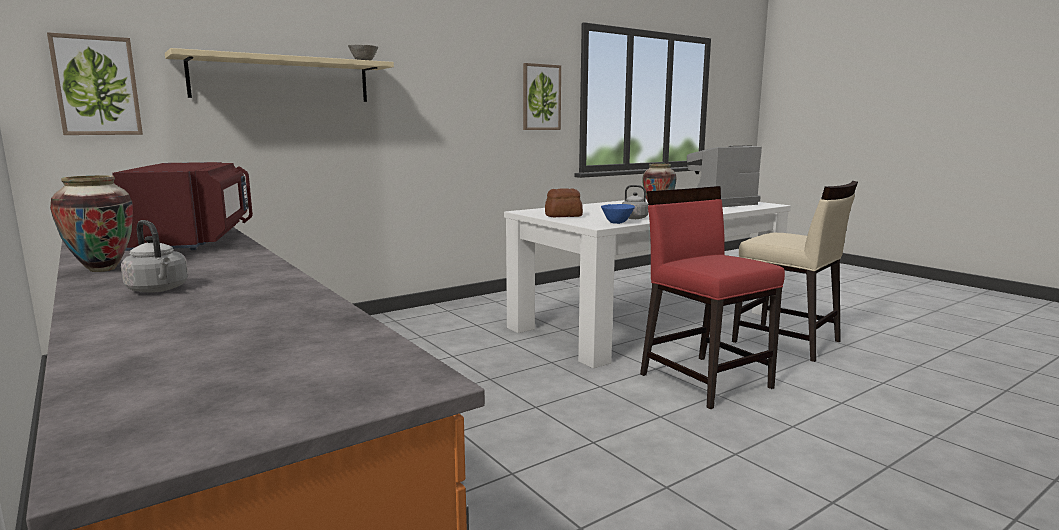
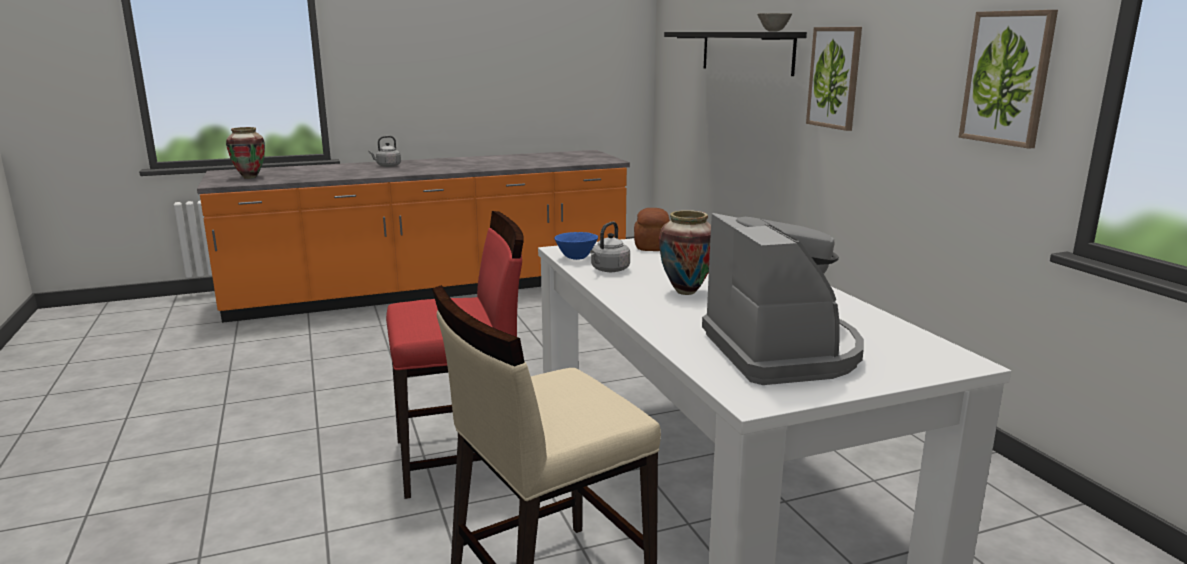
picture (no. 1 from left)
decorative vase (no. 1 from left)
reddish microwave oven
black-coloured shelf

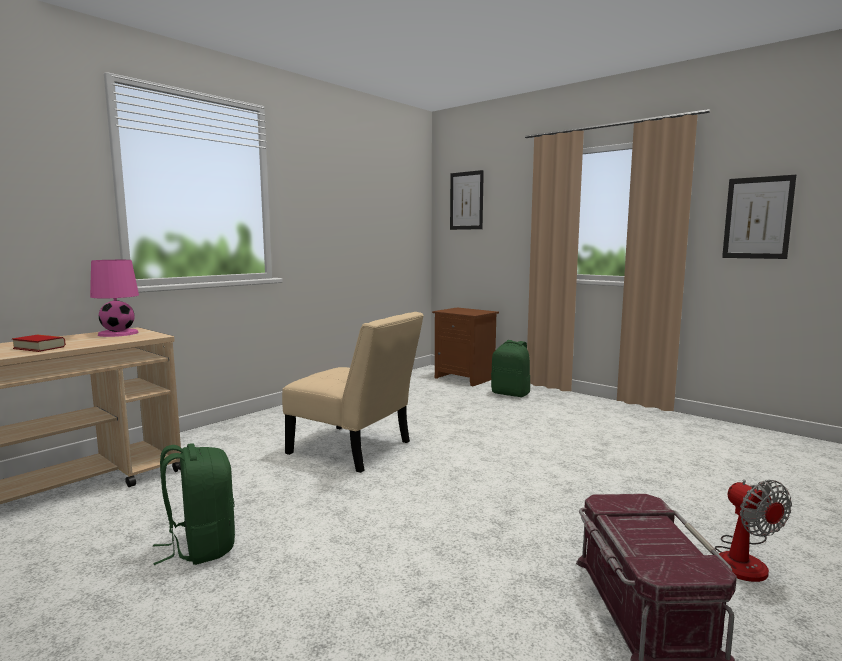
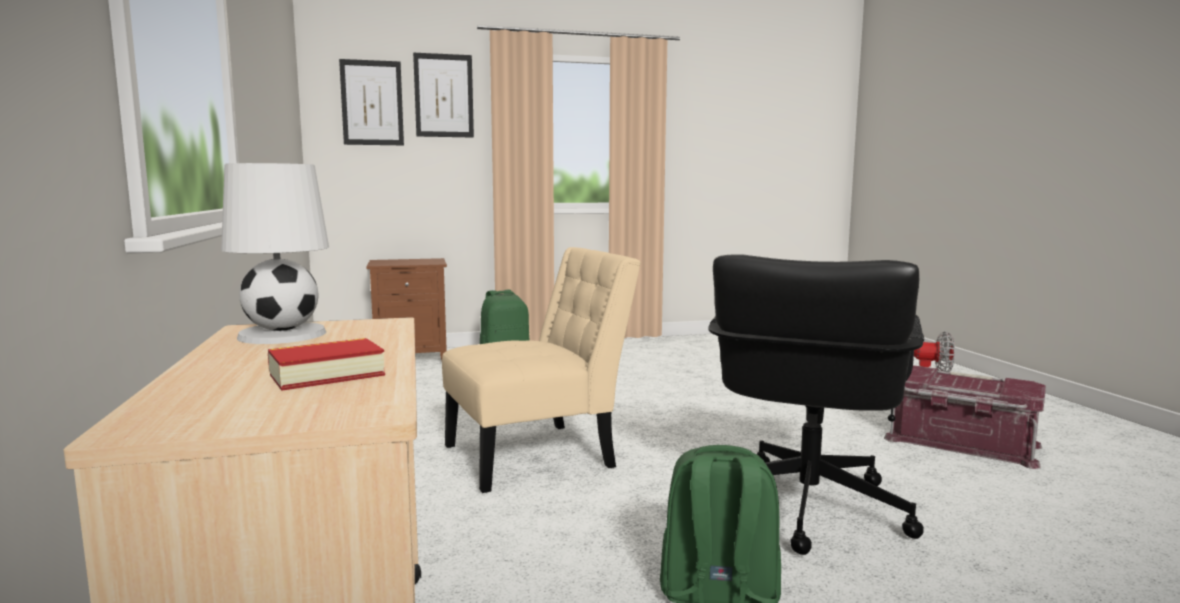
whitish tabletop lamp
picture (no. 2 from left)
black-coloured computer chair

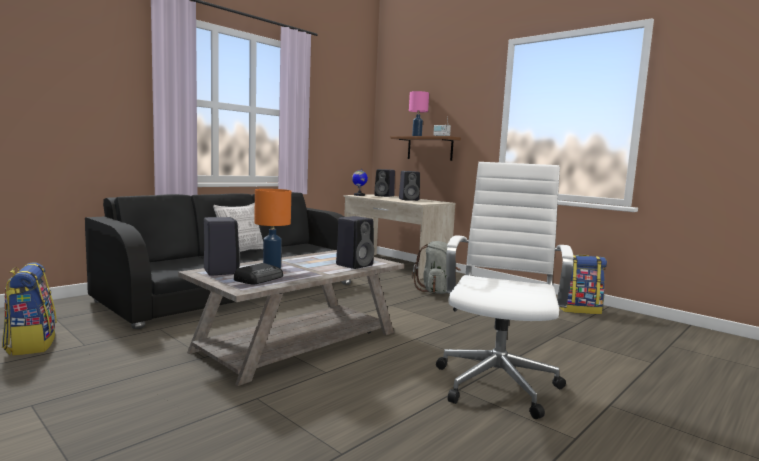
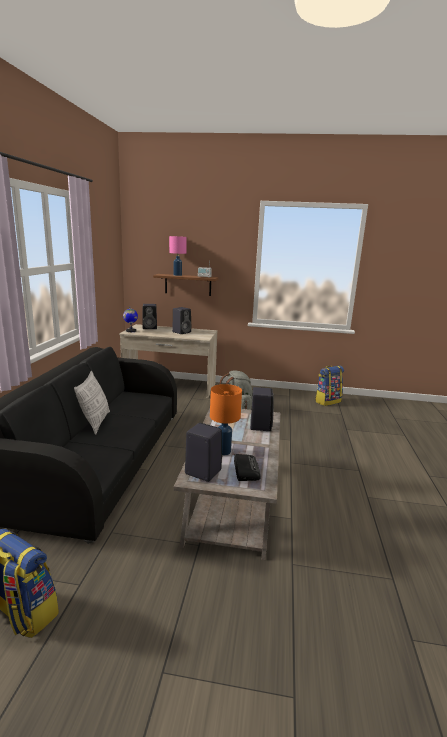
whitish computer chair

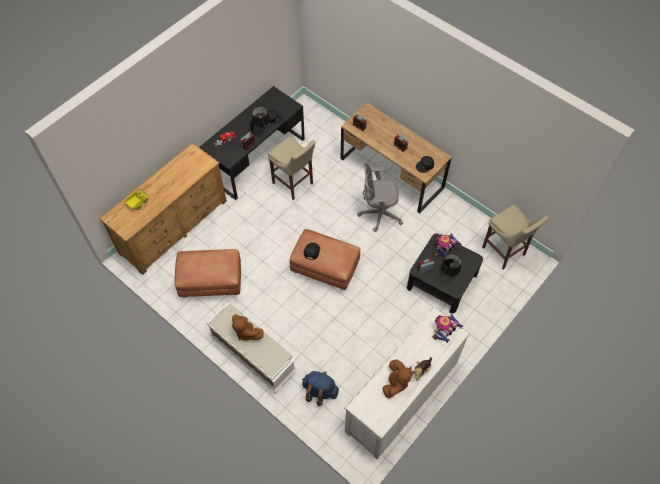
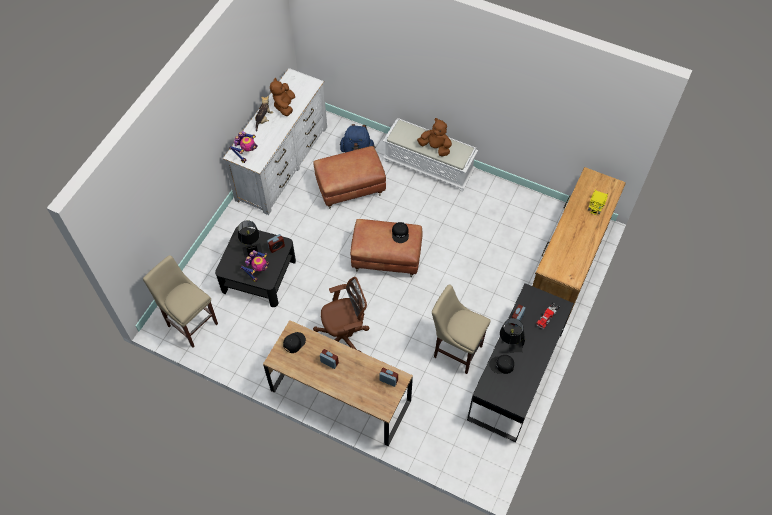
brownish footrest (no. 1 from left)
brownish computer chair

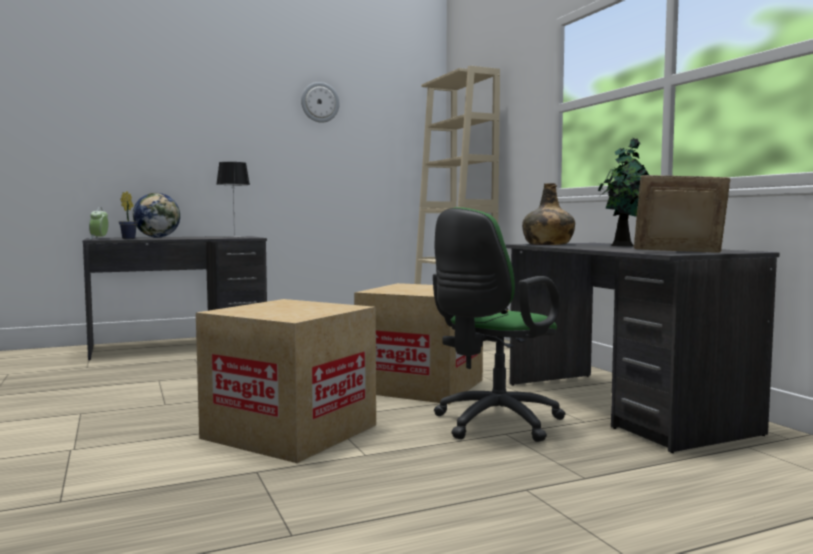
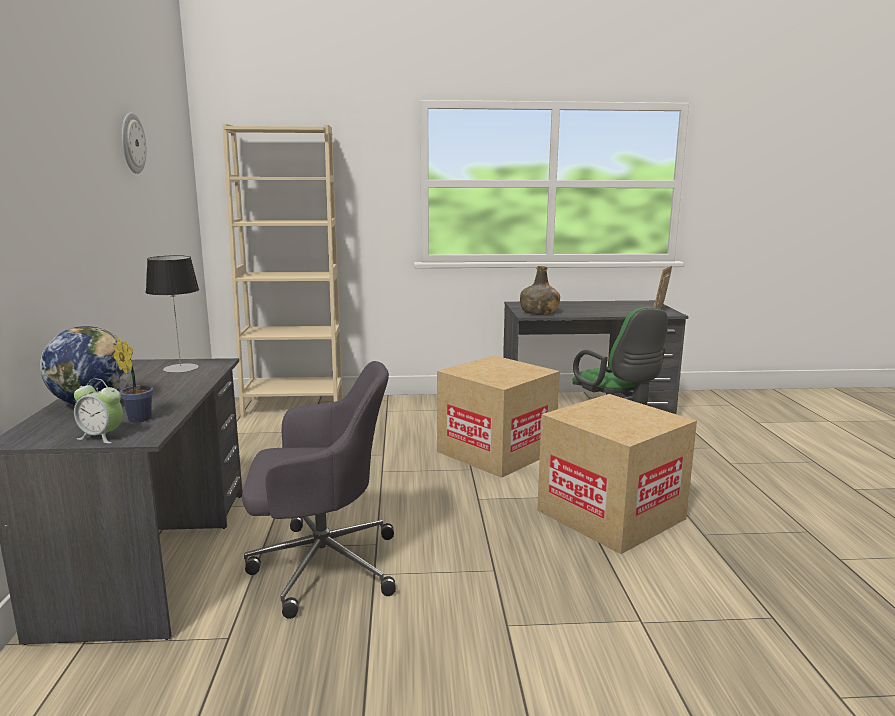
houseplant (no. 2 from left in the first image)
gray computer chair

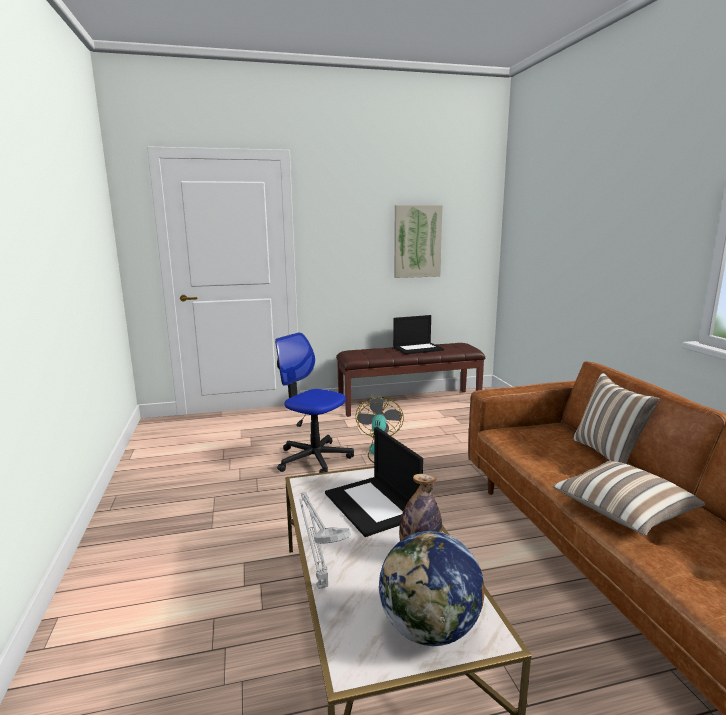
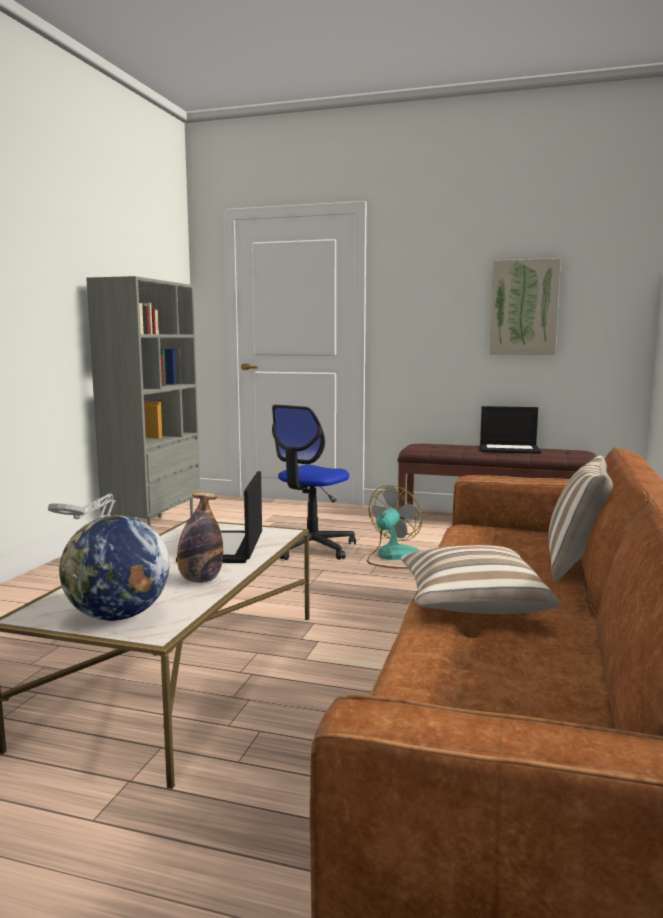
computer chair
gray bookshelf

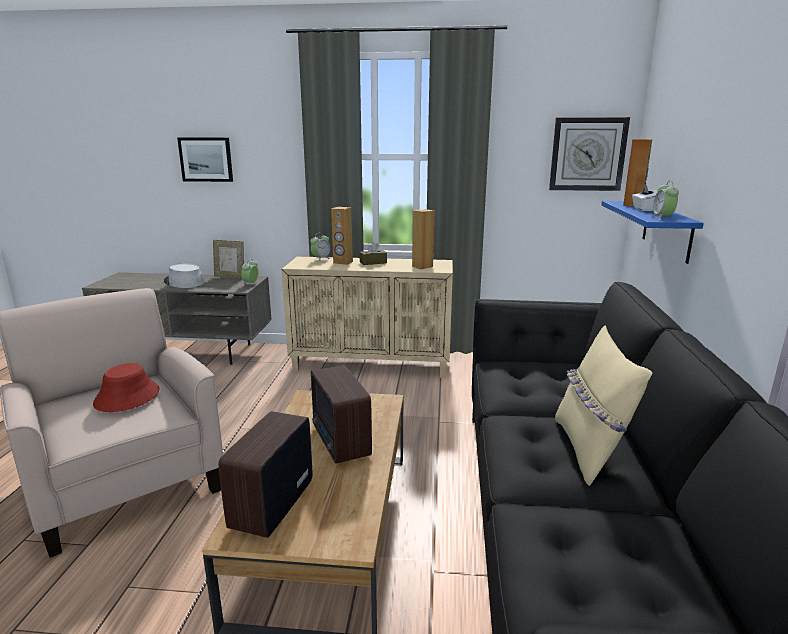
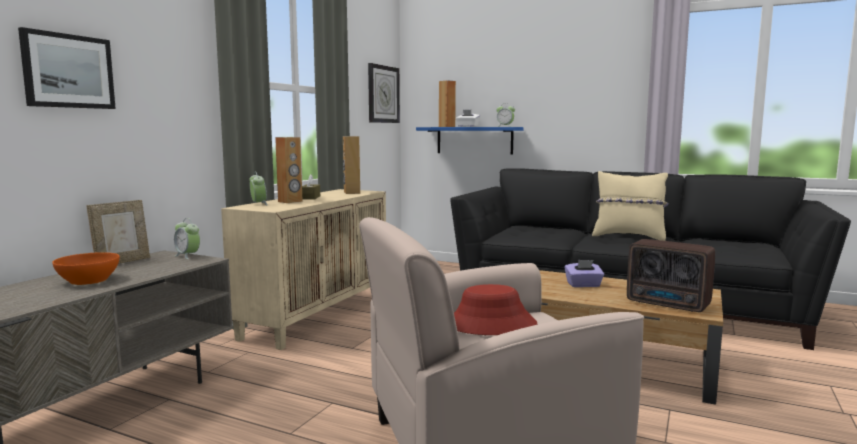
orangey bowl
purplish box of tissues

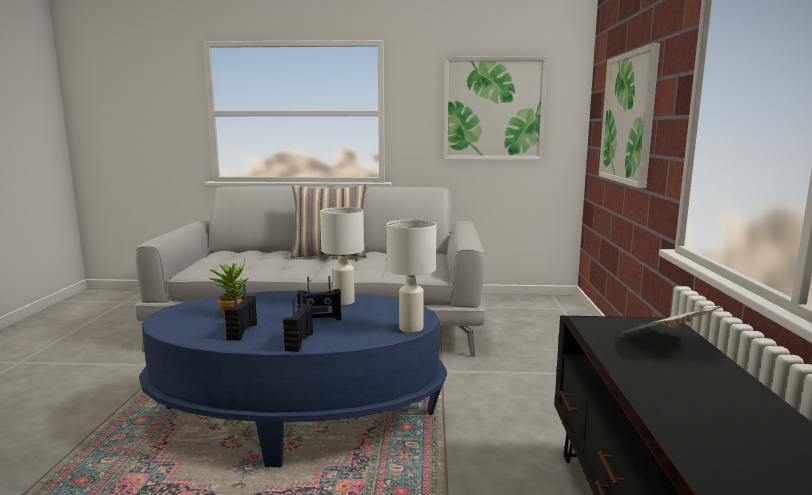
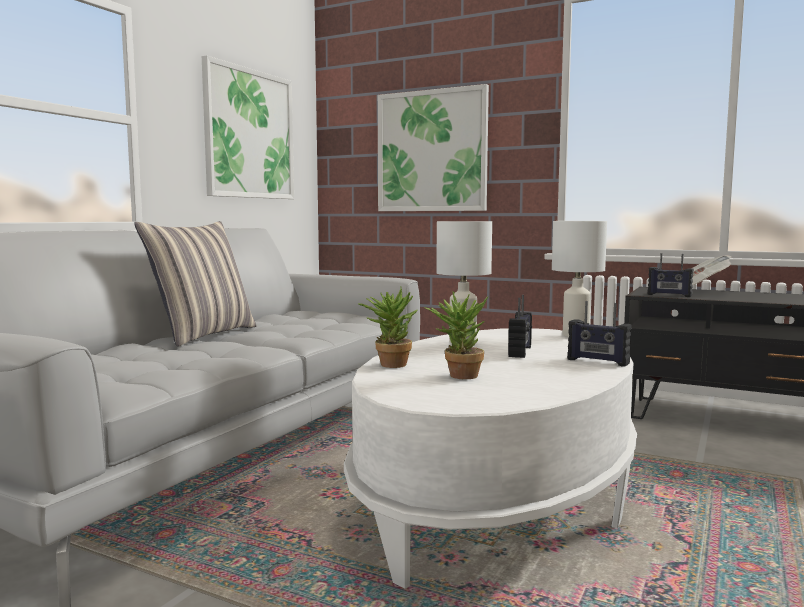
whitish lounge table
radio (no. 3 from left)
houseplant (no. 1 from left)

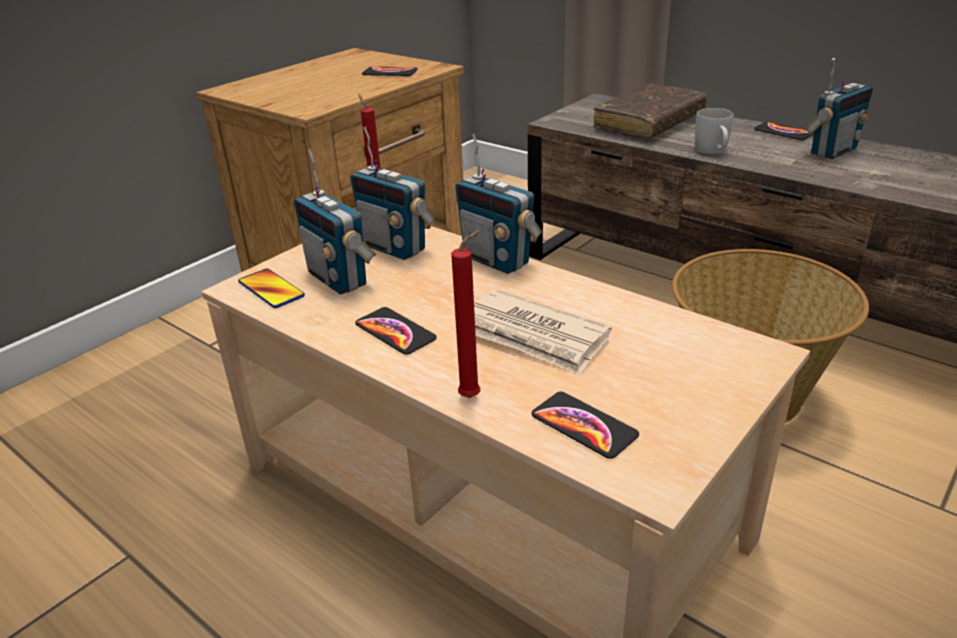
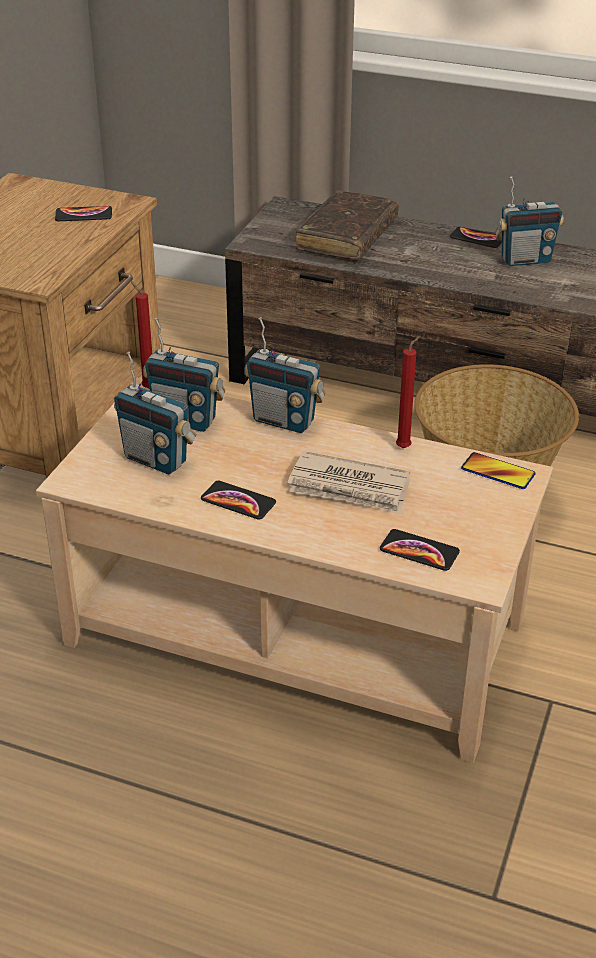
telephone (no. 5 from left)
reddish wax light (no. 2 from left)
whitish tea mug
radio (no. 4 from left)

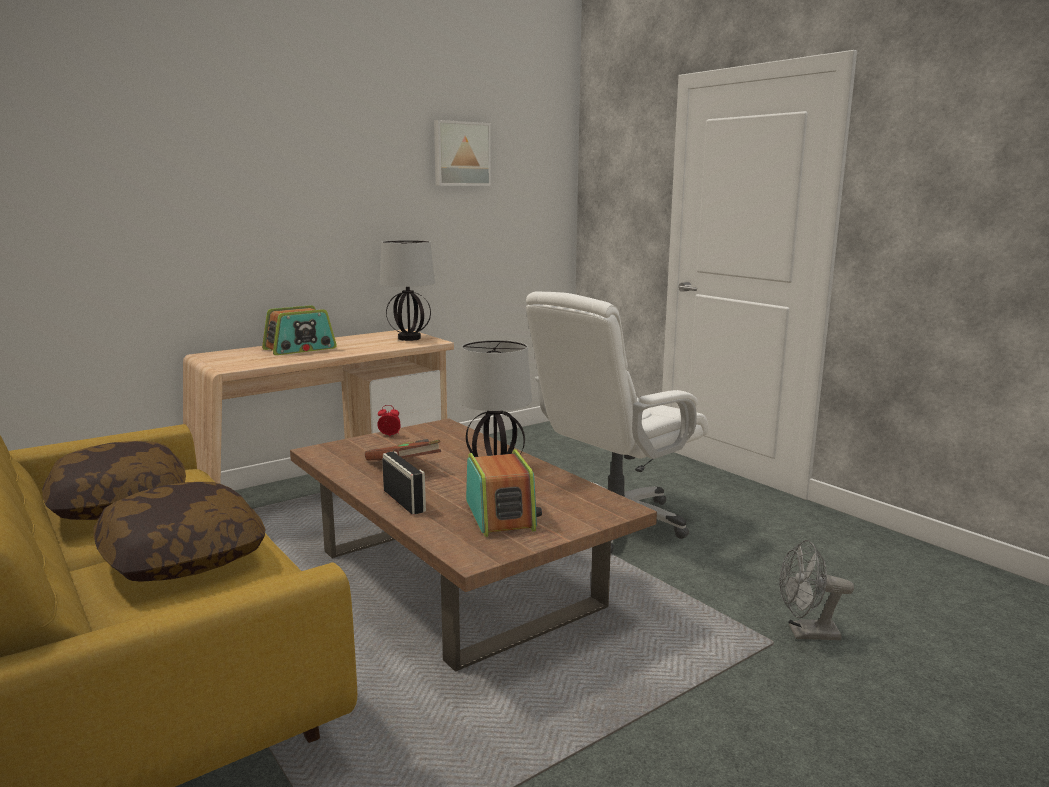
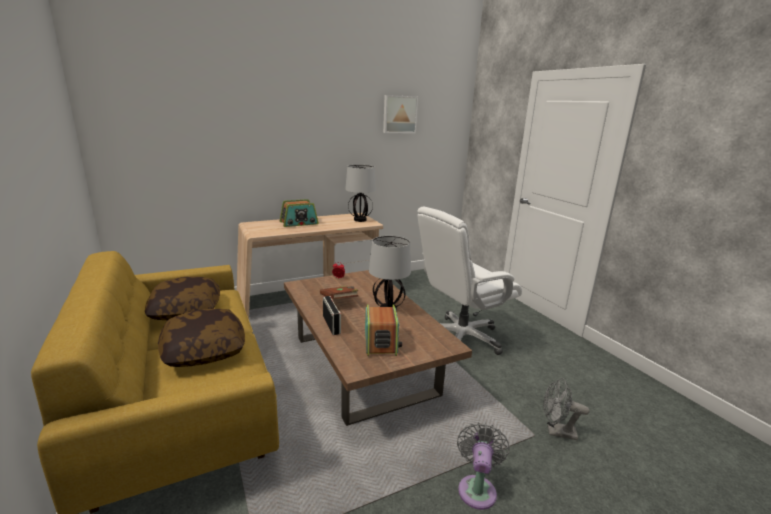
gray fan (no. 1 from left)

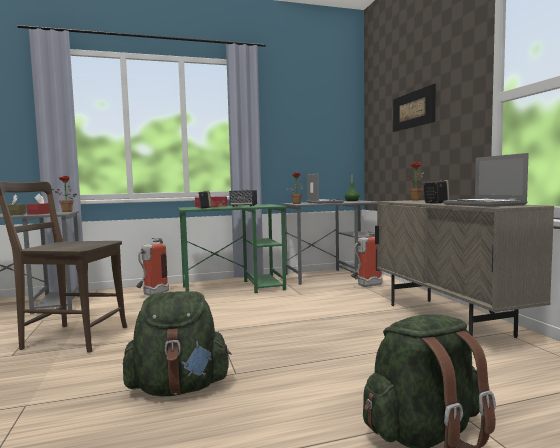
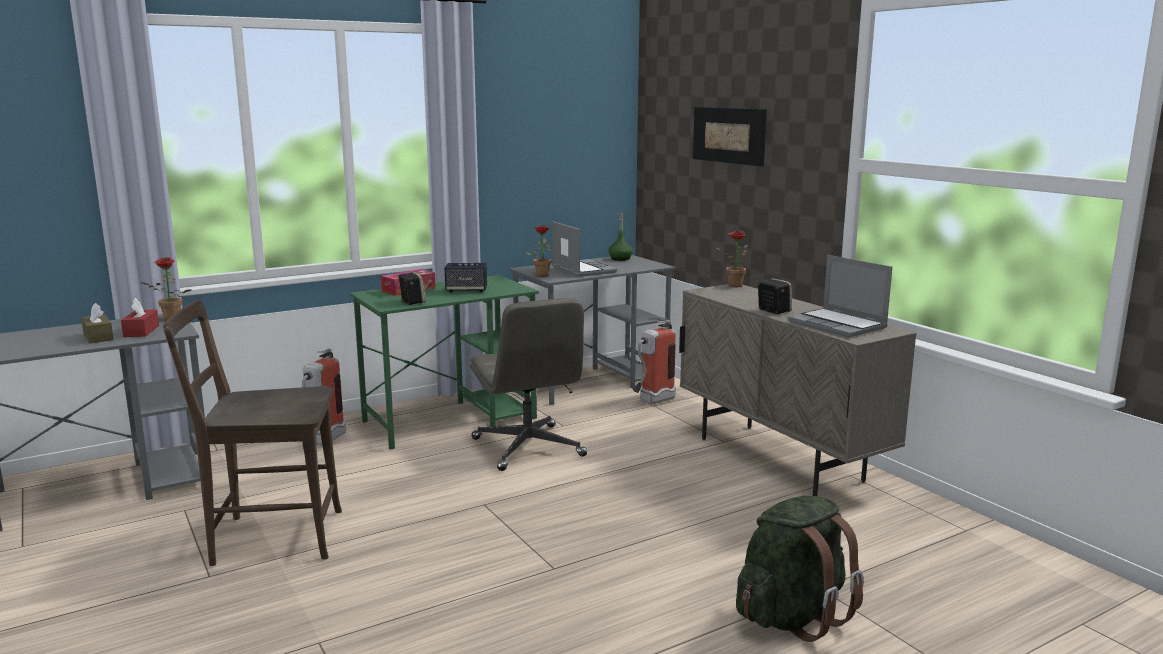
green rucksack (no. 1 from left in the first image)
gray computer chair

